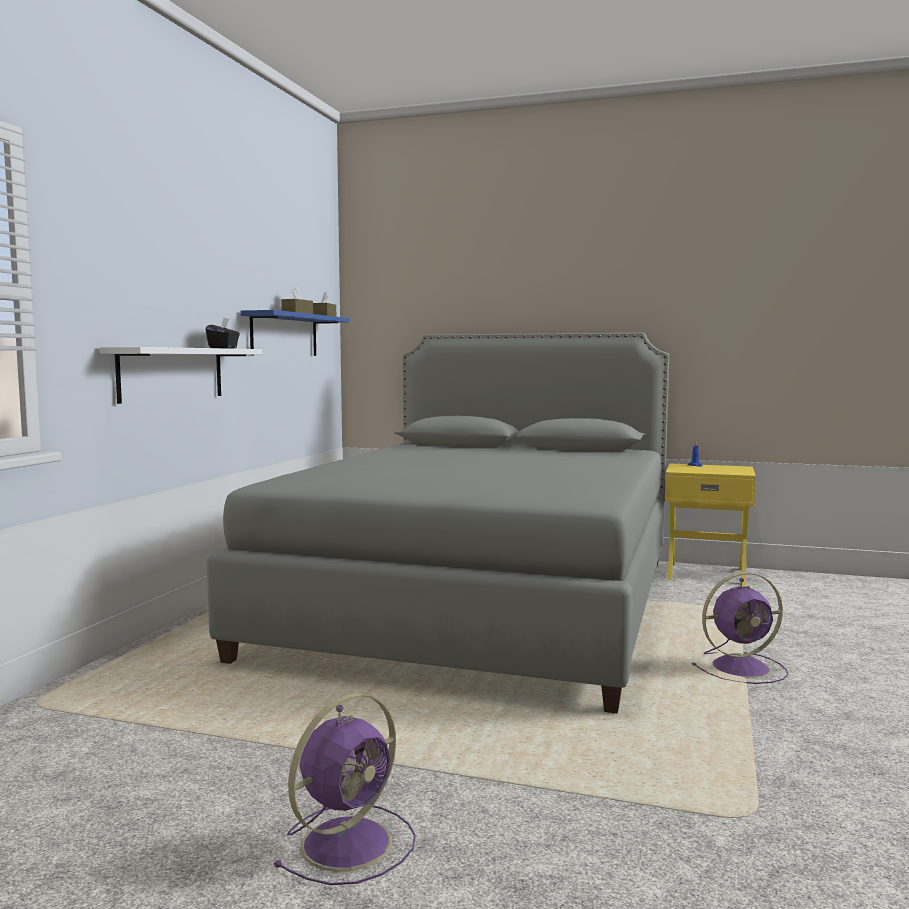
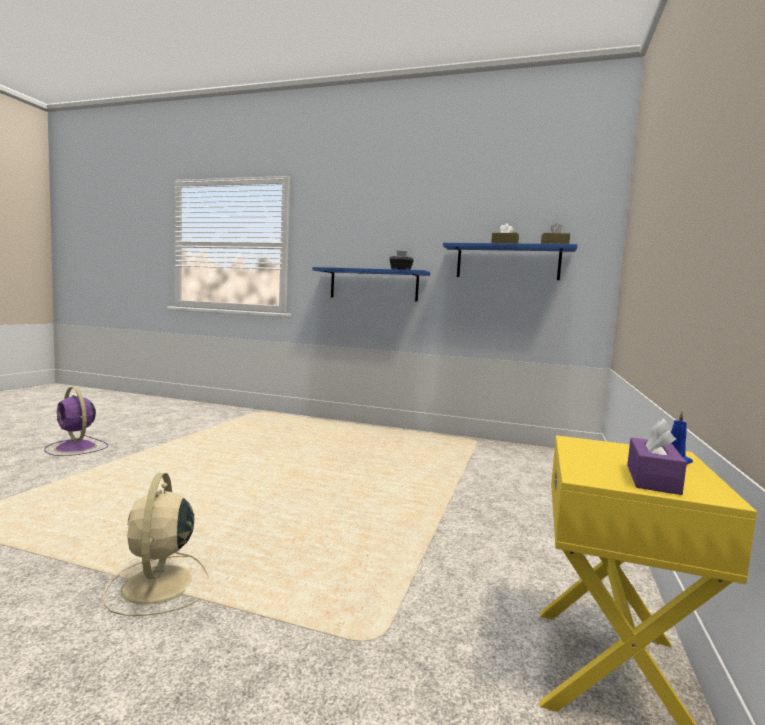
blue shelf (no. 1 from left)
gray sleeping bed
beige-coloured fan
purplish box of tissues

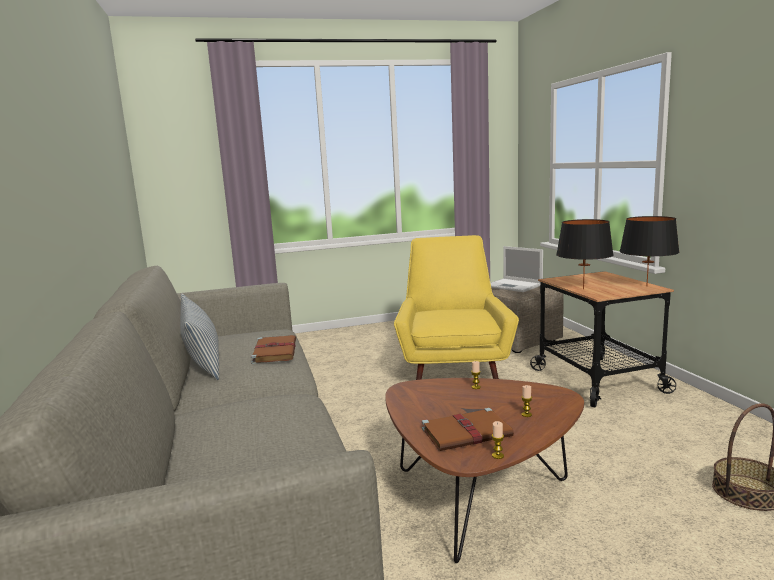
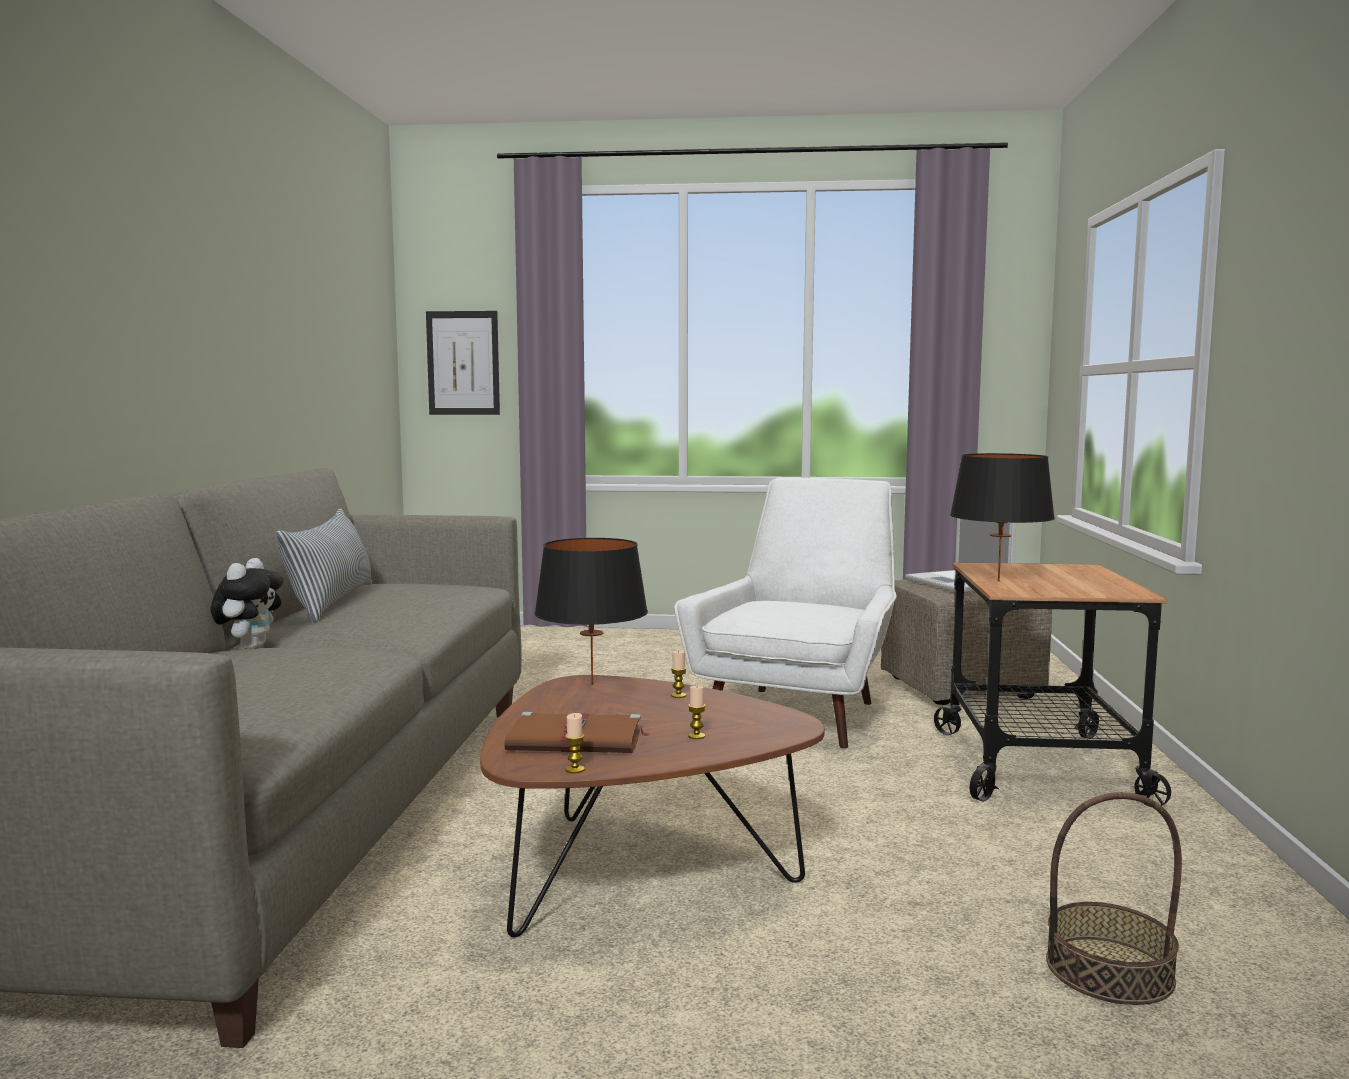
brownish volume (no. 1 from left in the first image)
whitish easy chair
black-coloured tabletop lamp (no. 1 from left)
soft toy
picture

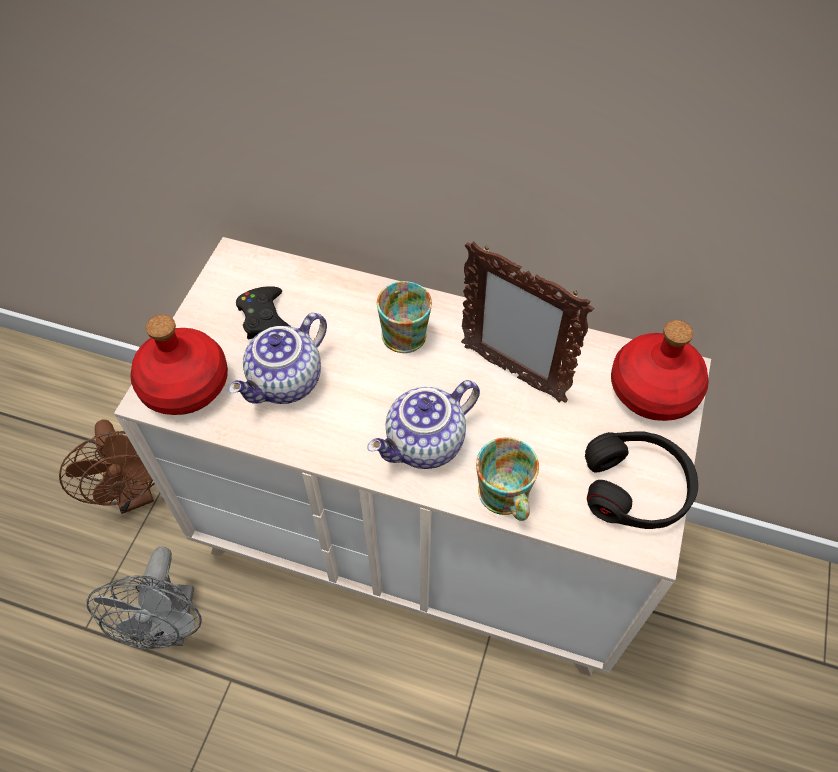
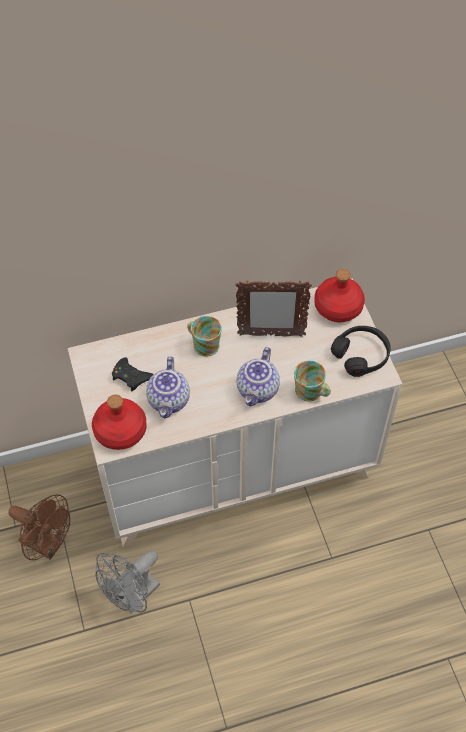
gray fan

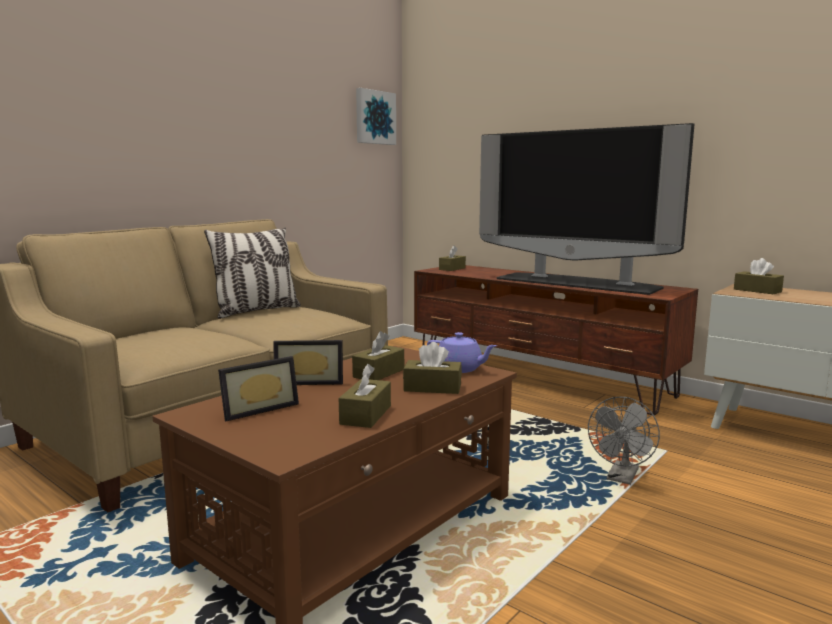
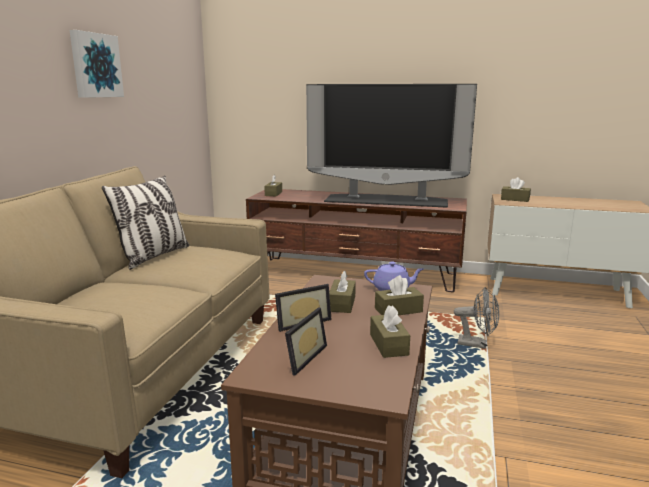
picture
gray fan

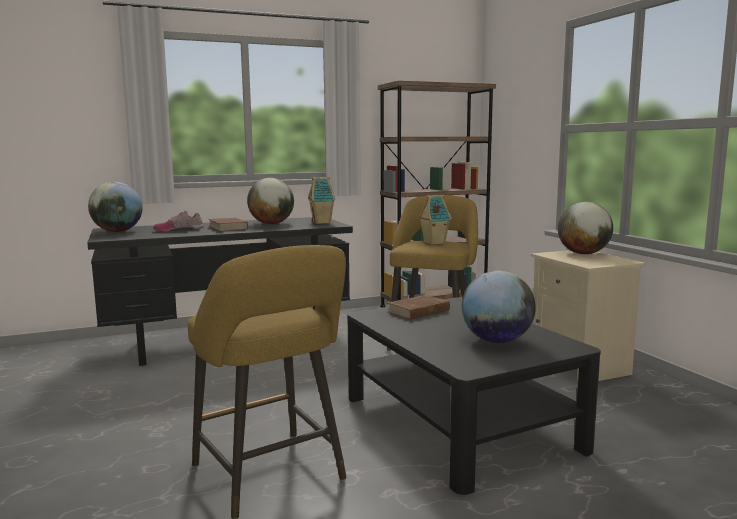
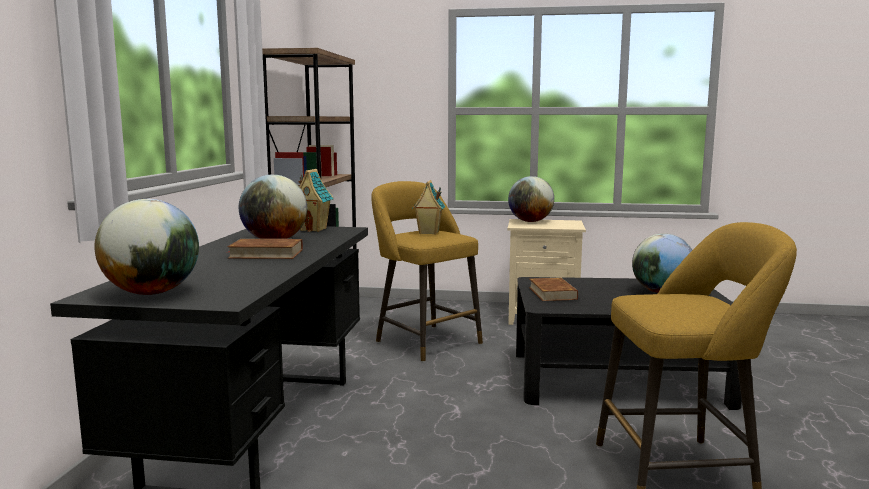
low shoe

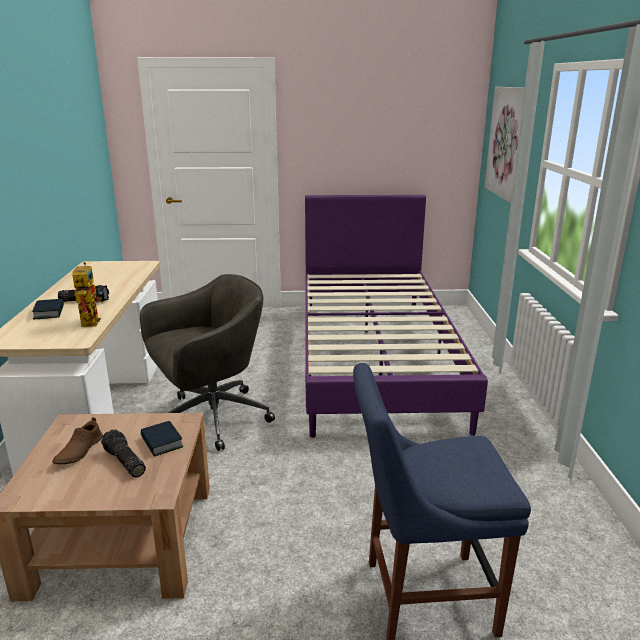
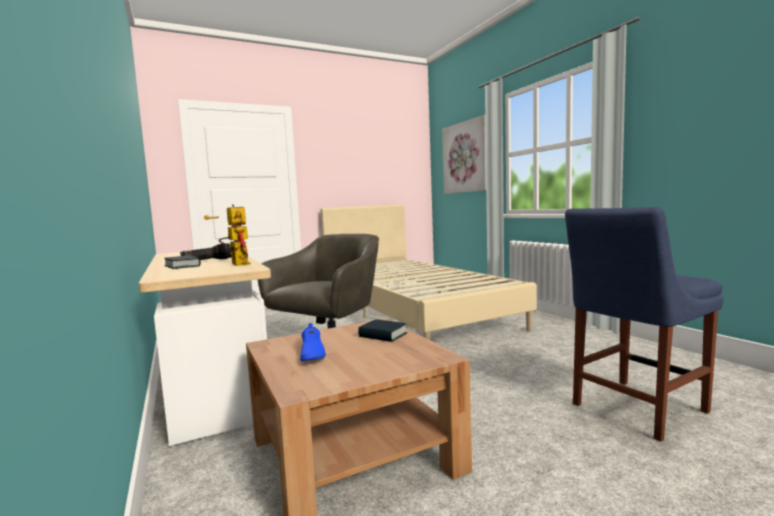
blue low shoe
hand torch (no. 2 from left in the first image)
beige-coloured sleeping bed

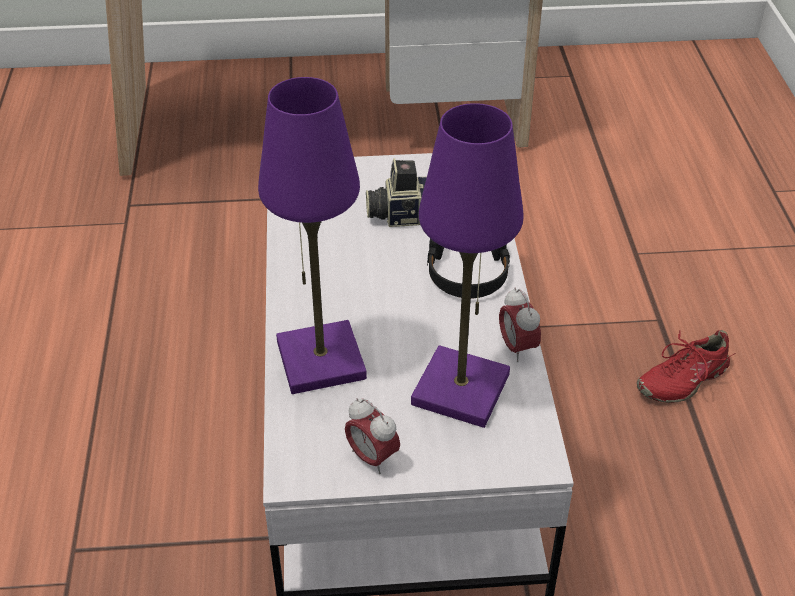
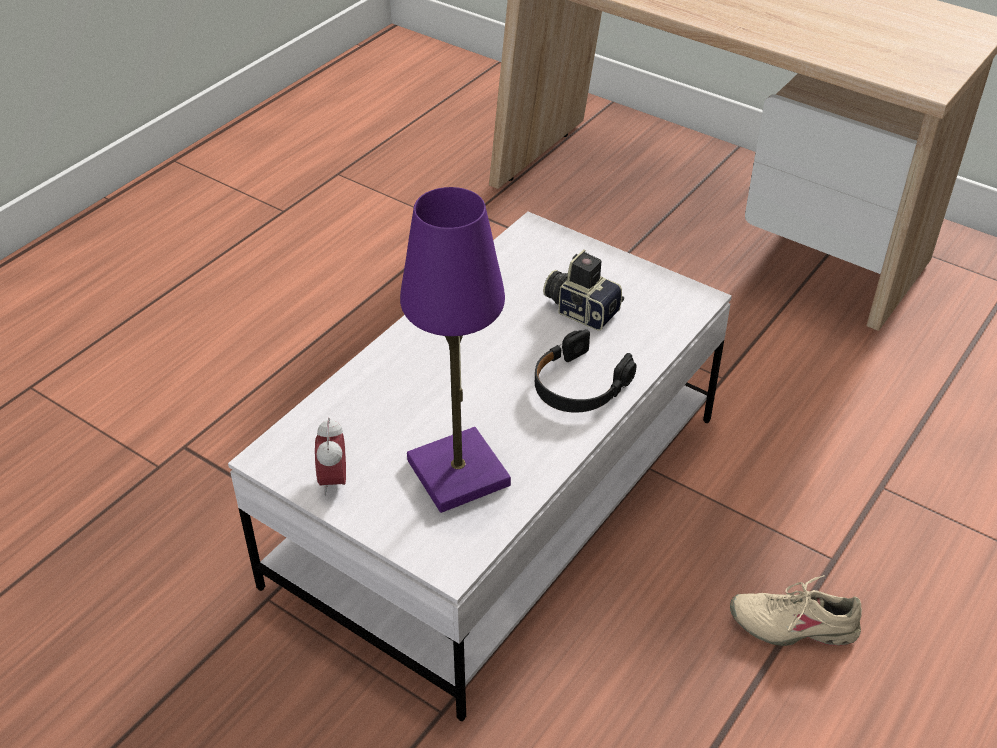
purplish tabletop lamp (no. 1 from left in the first image)
bedside clock (no. 2 from left in the first image)
beige-coloured low shoe

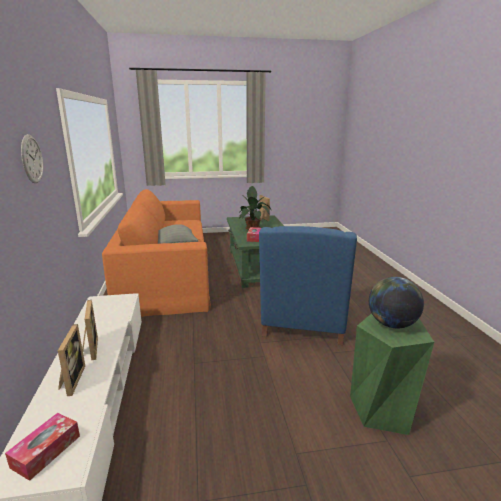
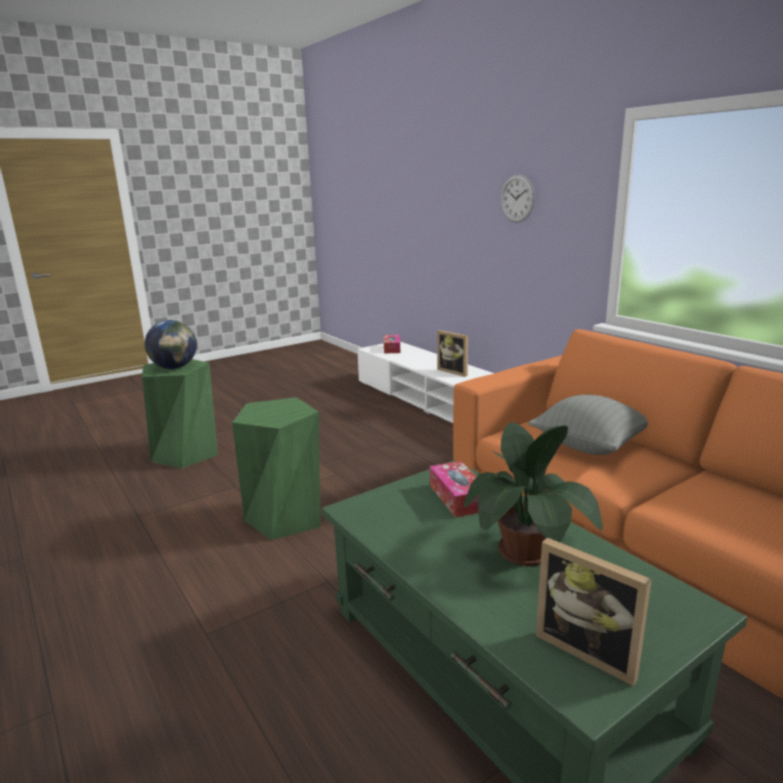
picture frame (no. 1 from left in the first image)
green sitting stool (no. 2 from left)

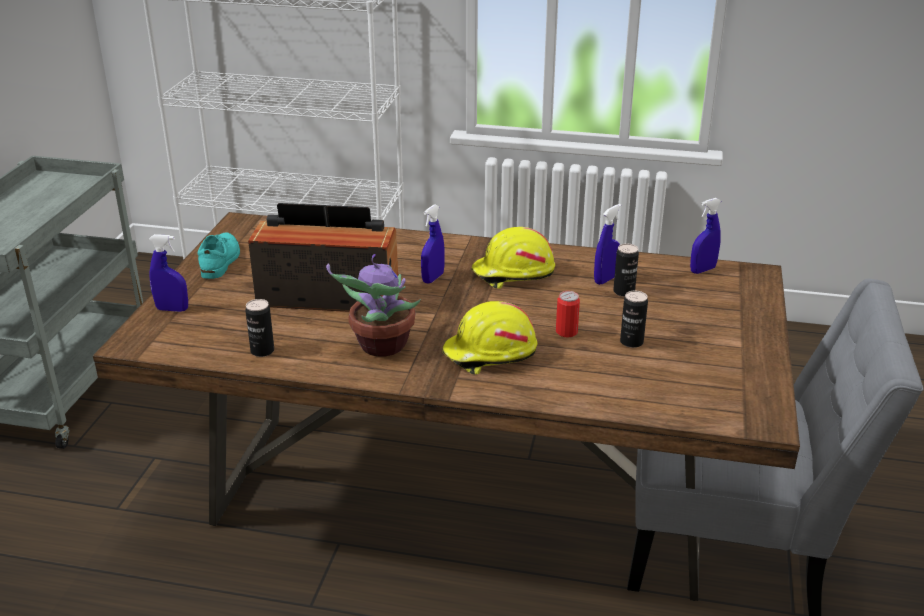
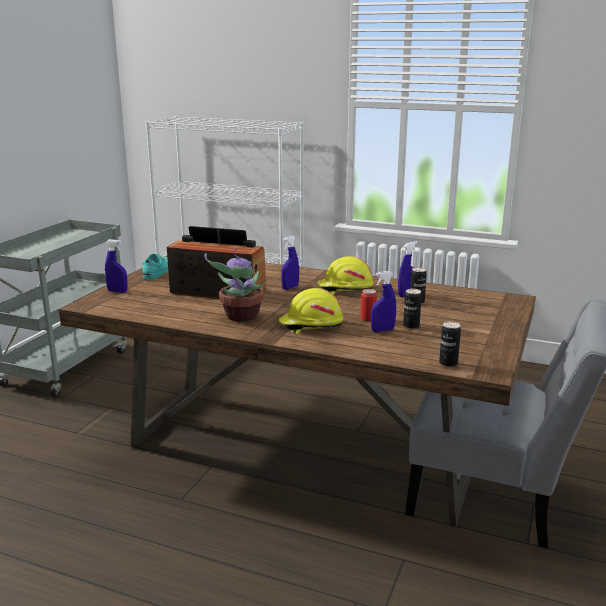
can (no. 4 from left)
blue hand sprayer (no. 3 from left)

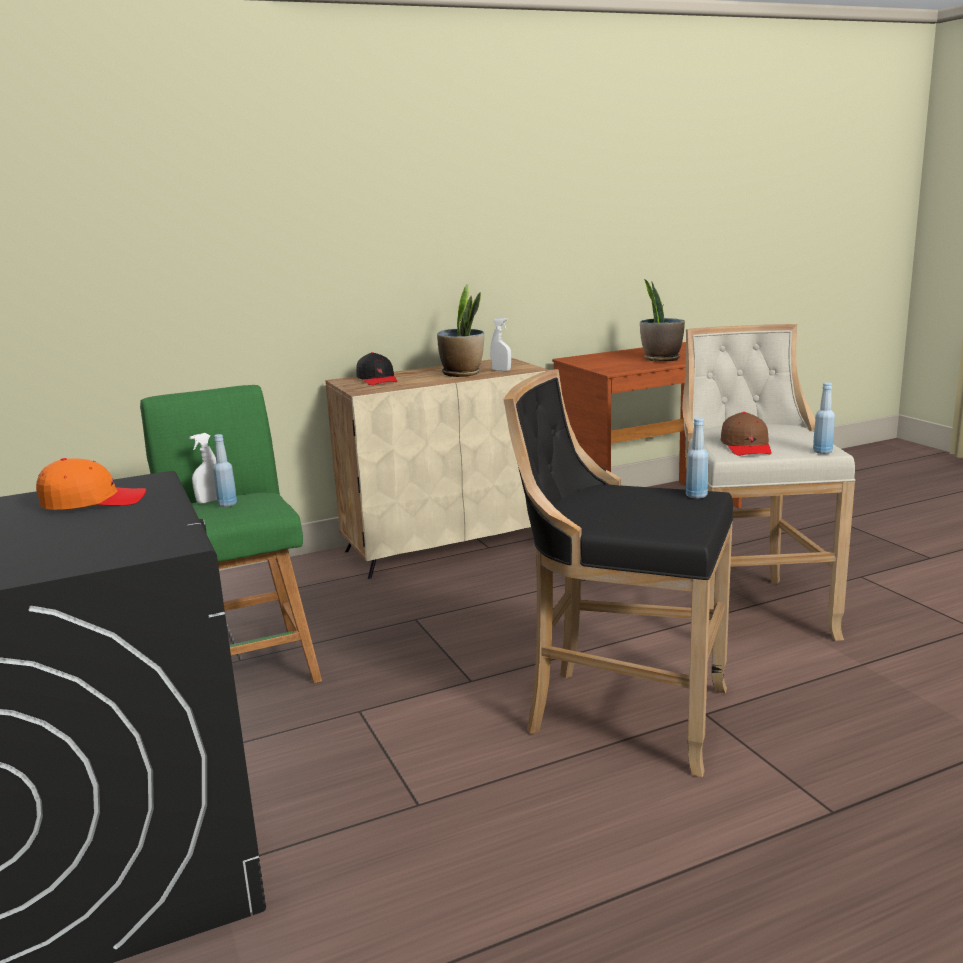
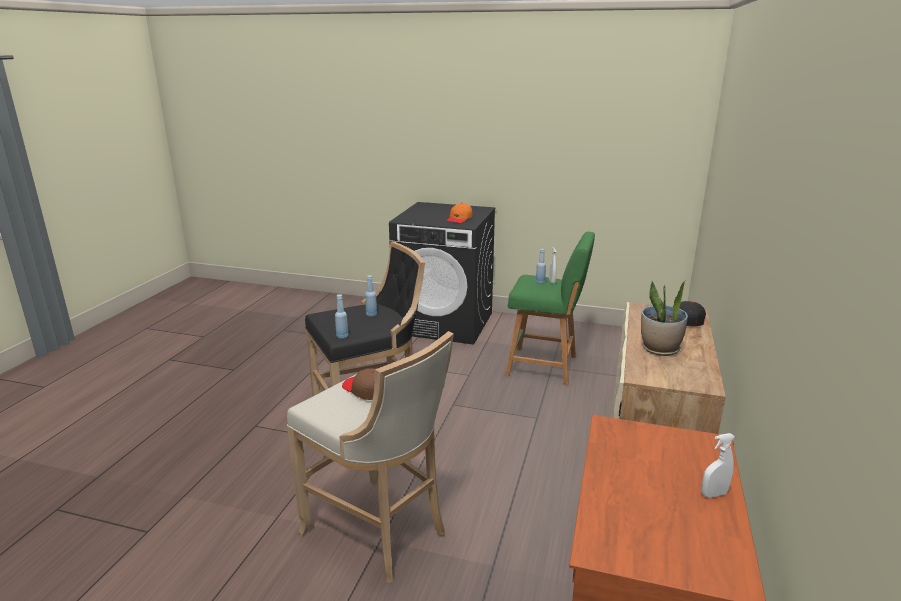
whitish hand sprayer (no. 2 from left)
houseplant (no. 2 from left in the first image)
blue bottle (no. 2 from left)

